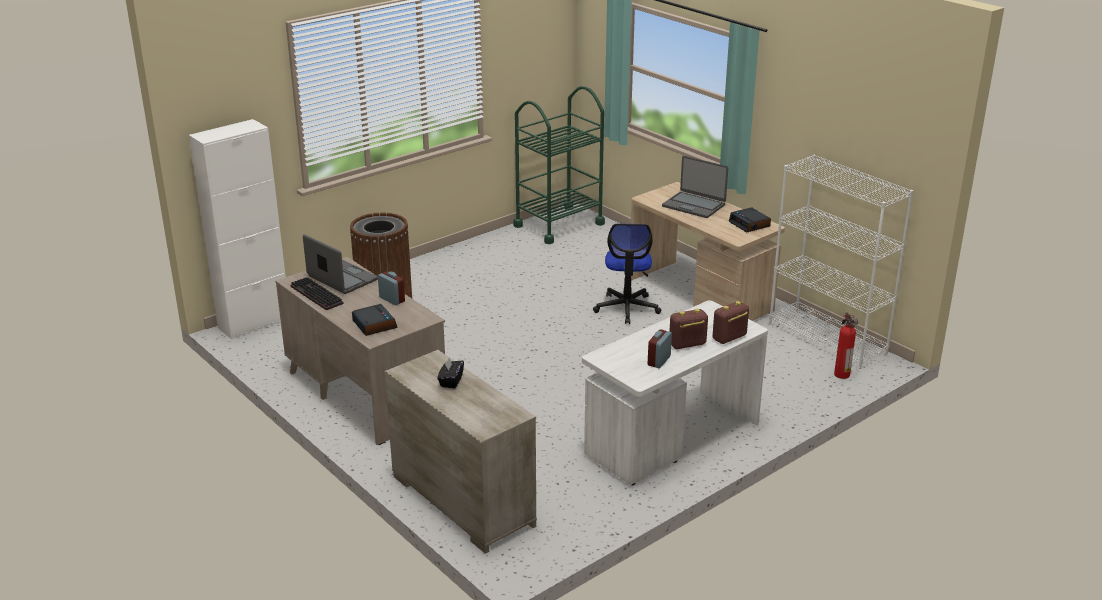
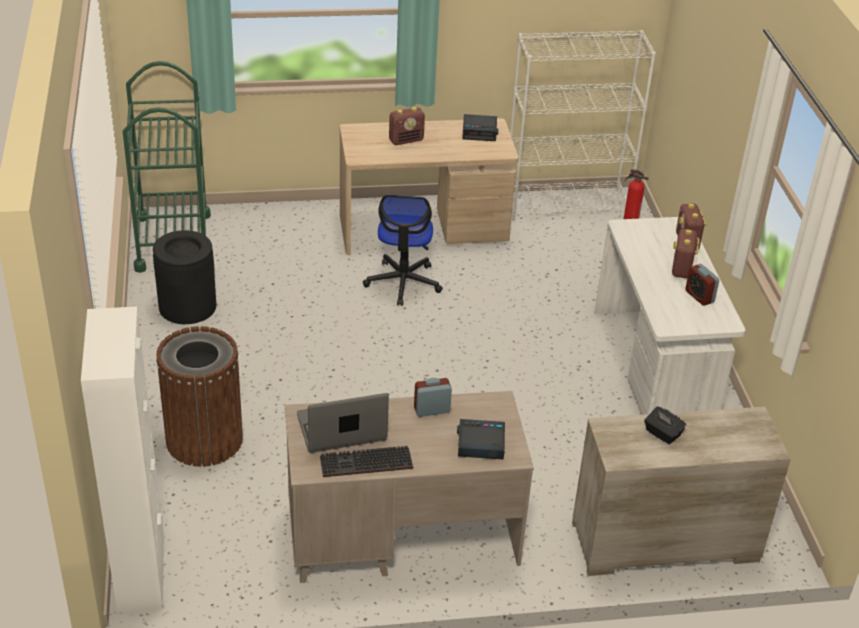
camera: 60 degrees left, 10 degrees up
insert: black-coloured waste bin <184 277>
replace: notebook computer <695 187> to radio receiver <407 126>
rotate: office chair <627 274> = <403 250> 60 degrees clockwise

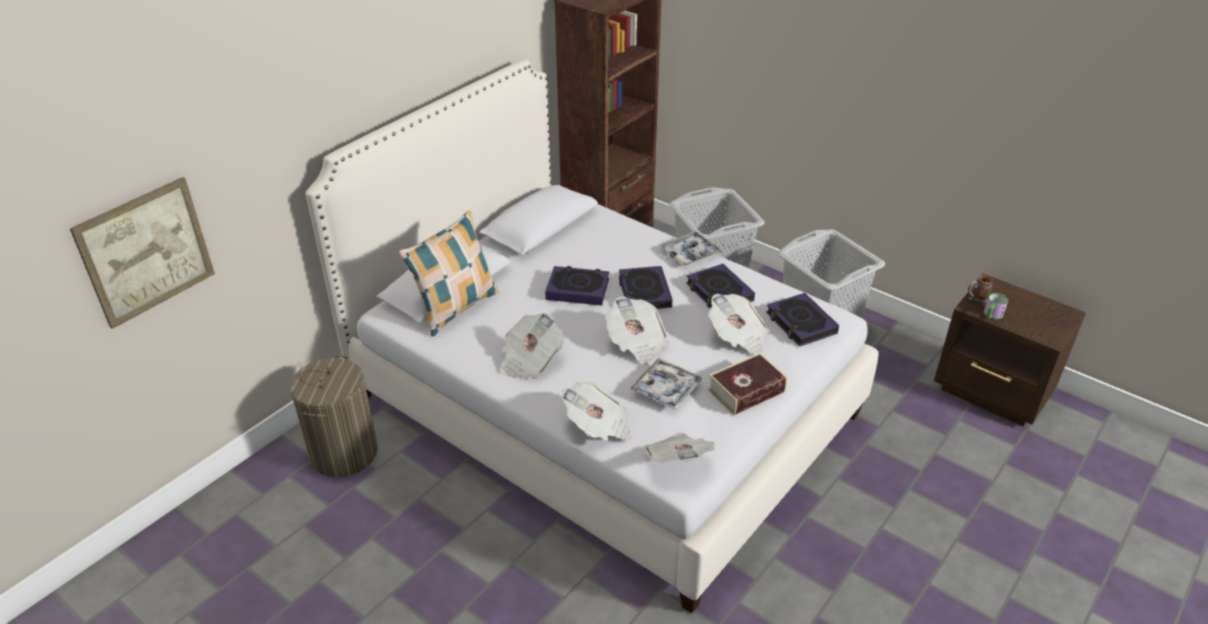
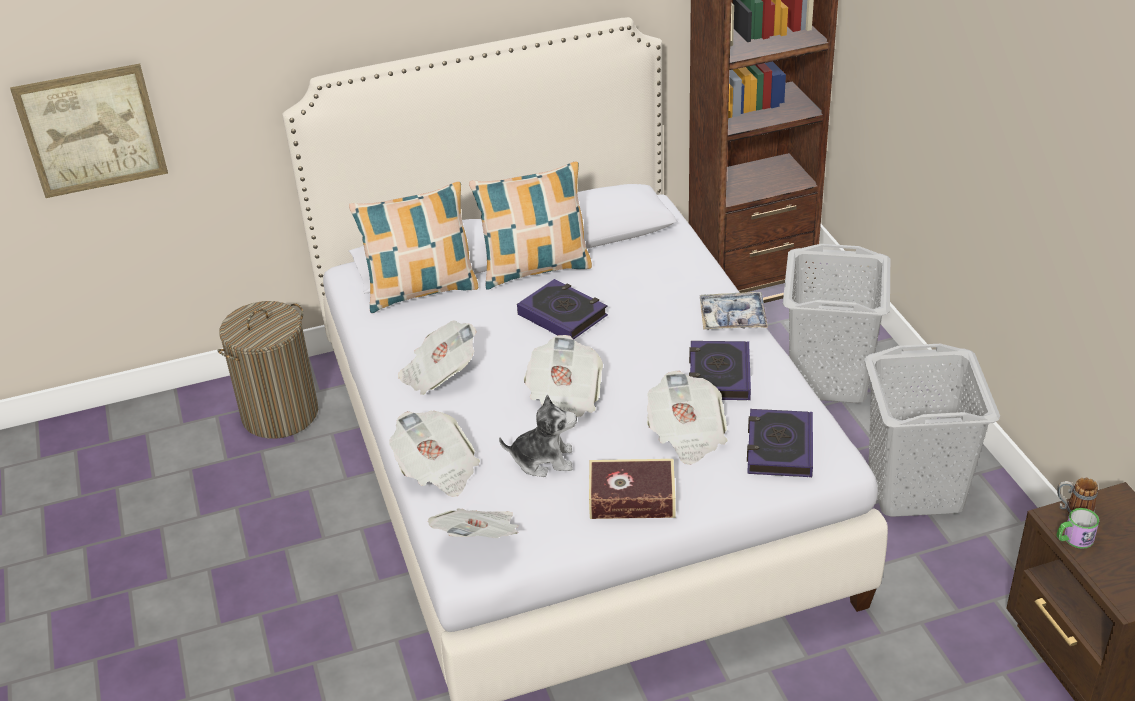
camera: 35 degrees right, 0 degrees up
delete: bound book <646 287>
insert: throw pillow <530 226>
replace: carrying tray <666 384> to cuddly toy <538 436>

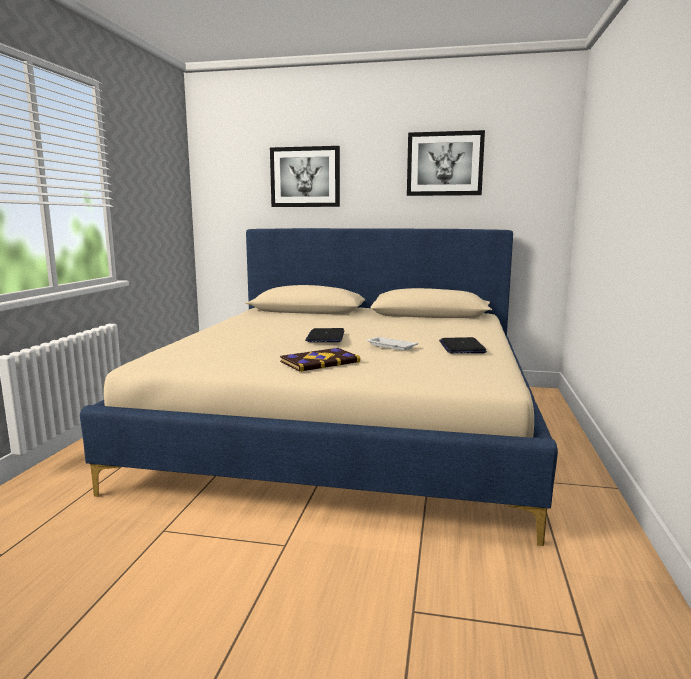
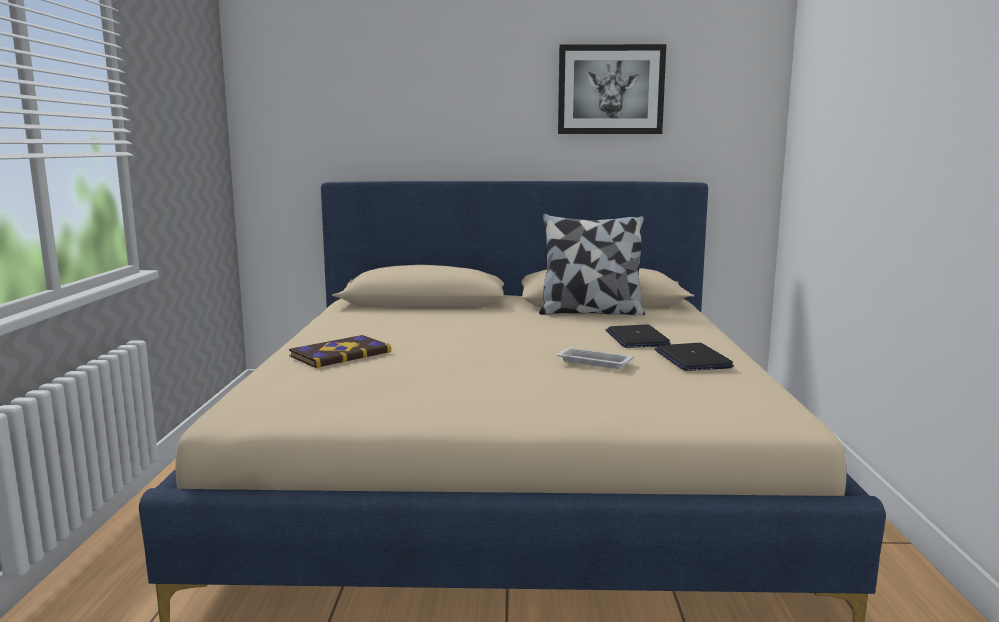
camera: 10 degrees left, 0 degrees up
delete: wall art <305 176>
insert: throw pillow <592 264>
move: bound book <320 360> to <340 351>; notebook computer <324 335> to <638 336>

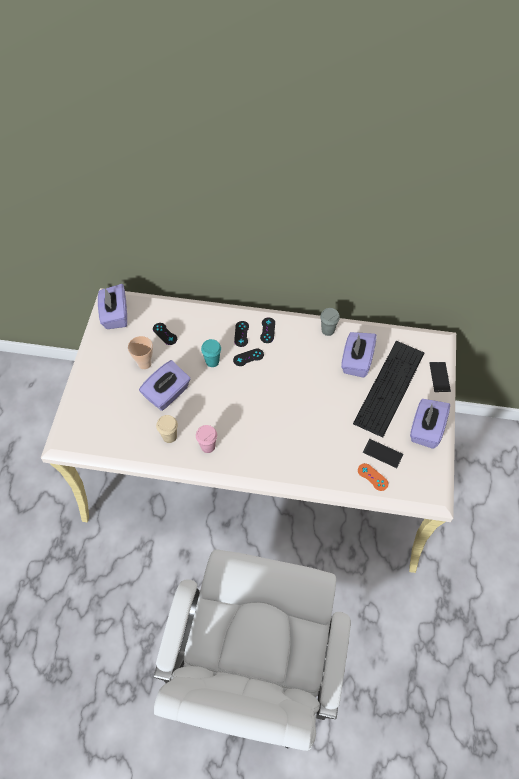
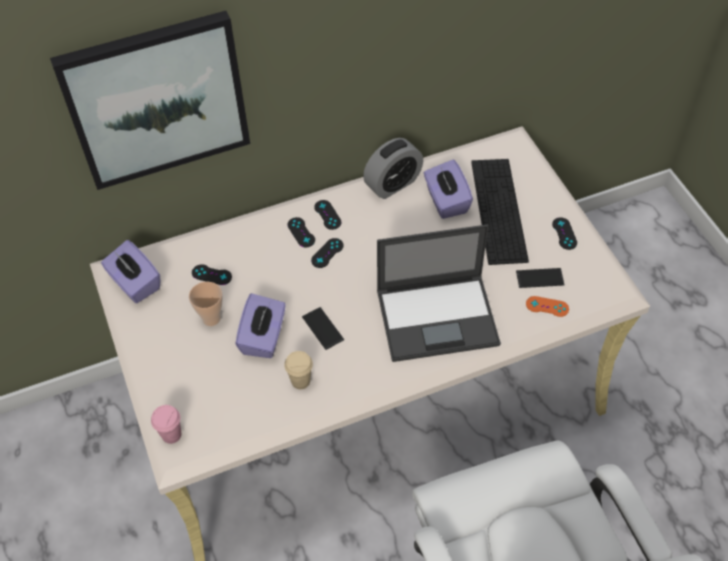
camera: 30 degrees left, 5 degrees down
delete: turquoise small cup <211 353>
insert: wall art <150 100>; notebook computer <439 293>
move: pink small cup <206 439> to <166 424>; handset <440 377> to <323 328>
replace: grey small cup <330 322> to table clock <393 168>; purple-coloured box of tissues <430 424> to black-coloured game controller <564 233>

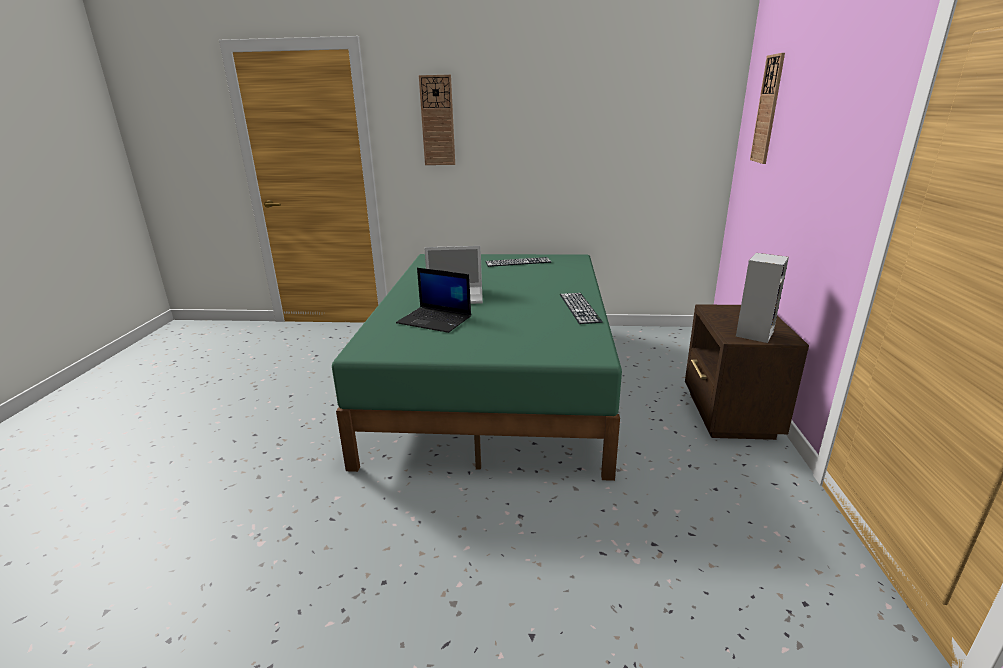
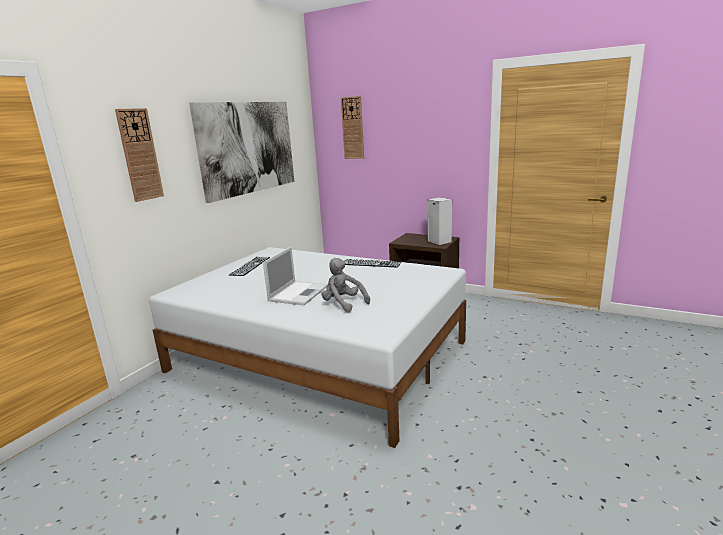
camera: 65 degrees left, 5 degrees down
insert: wall art <241 152>
replace: notebook computer <433 300> to grey cuddly toy <346 285>
recolor: green-coloured bedroom bed <477 367> to whitish bedroom bed <307 347>

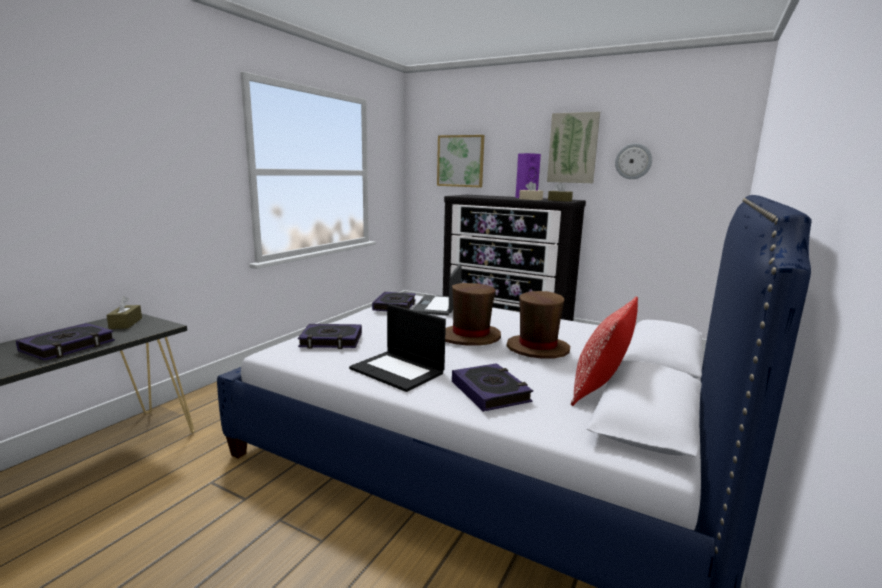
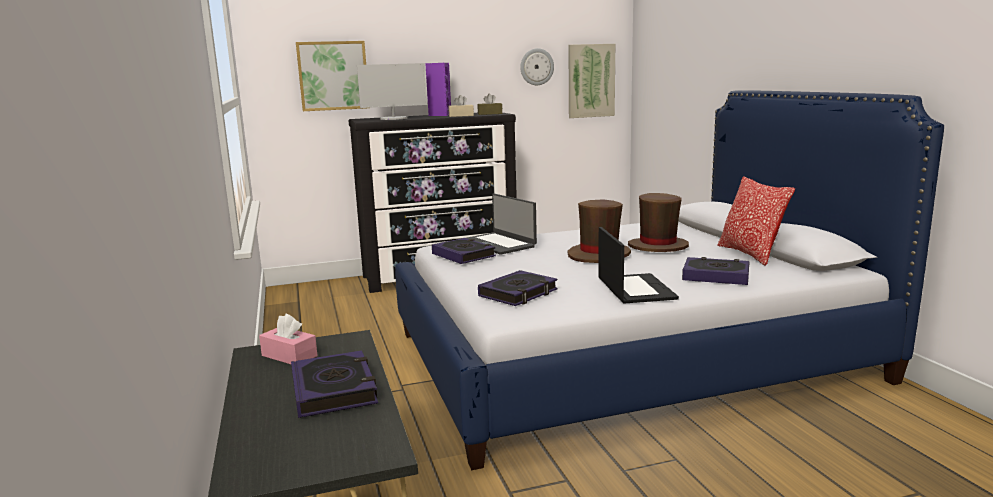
camera: 45 degrees left, 0 degrees up
insert: computer screen <392 91>
move: wall art <573 147> to <591 81>
recolor: brown box of tissues <124 312> to pink box of tissues <288 339>
rotate: notebook computer <397 348> = <638 265> 90 degrees counterclockwise

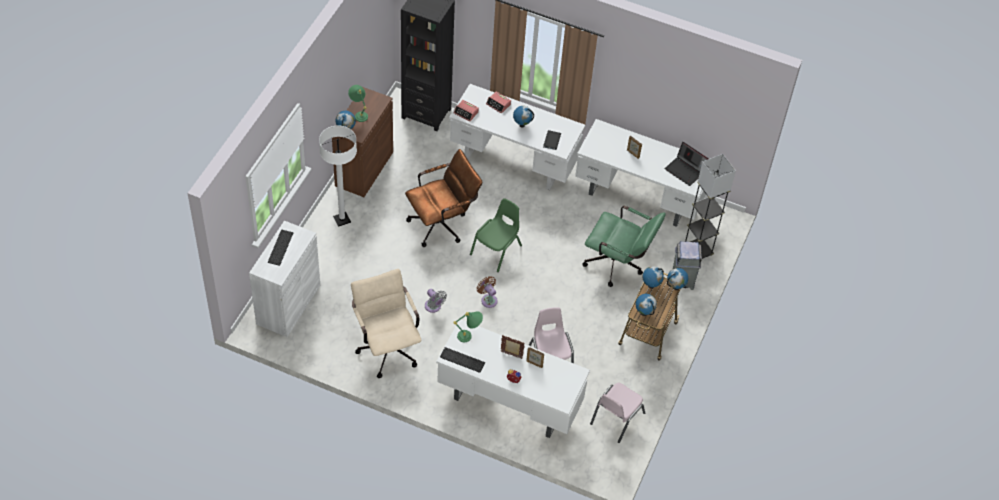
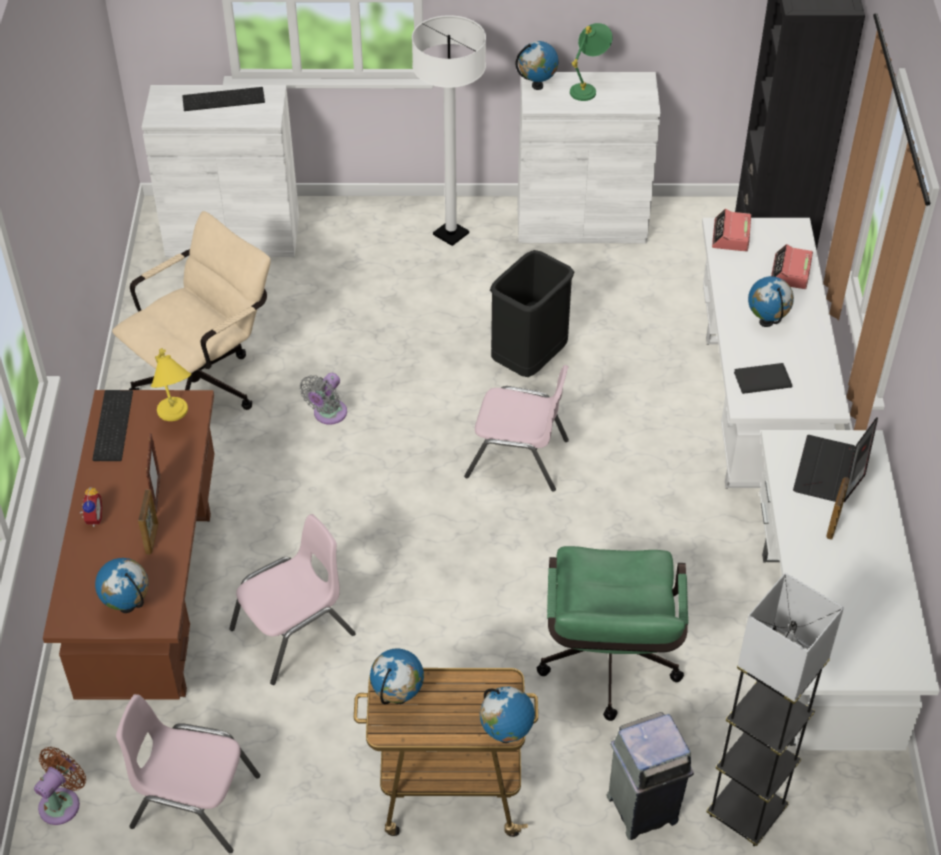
camera: 70 degrees right, 5 degrees down
move: brown cooling fan <487 292> to <60 786>; globe <653 277> to <122 585>; notebook computer <686 164> to <835 459>
replace: brown office chair <443 198> to black-coloured waste bin <532 313>
recolor: whitish desk table <513 378> to brown desk table <129 545>; green-coloured tabletop lamp <468 326> to yellowish tabletop lamp <171 384>; green-coloured plain chair <496 235> to pink plain chair <516 428>; brown cabinet <362 142> to whitish cabinet <589 157>

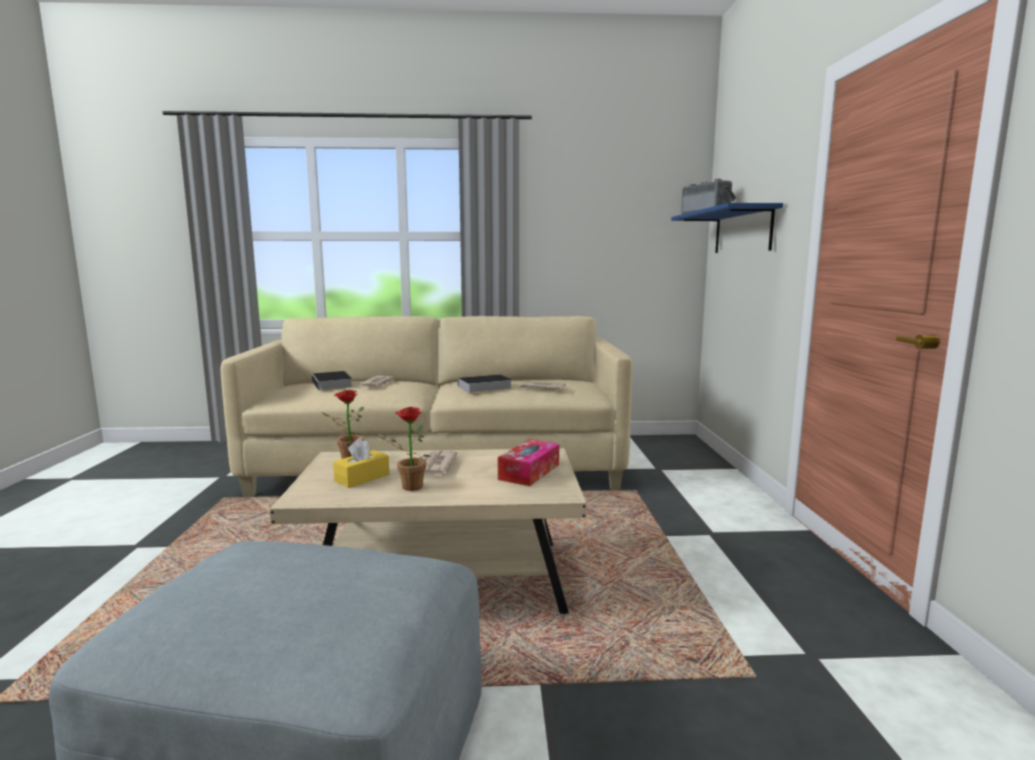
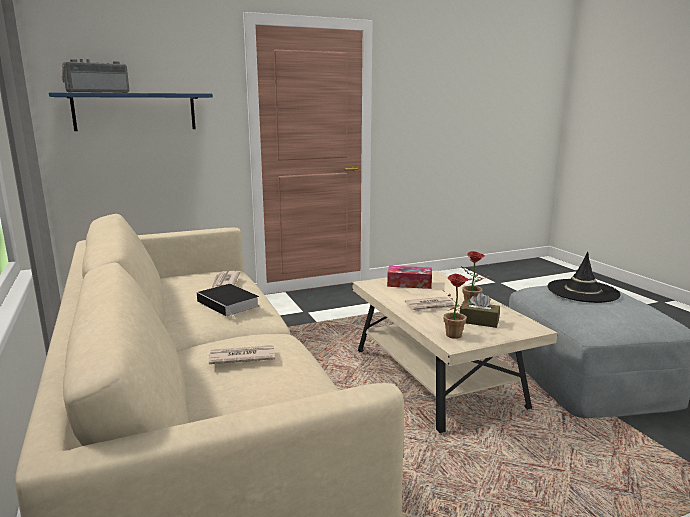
camera: 110 degrees left, 5 degrees up
delete: bound book <332 381>
insert: black-coloured wearable hat <584 277>
recolor: yellowish box of tissues <361 463> to brown box of tissues <480 310>

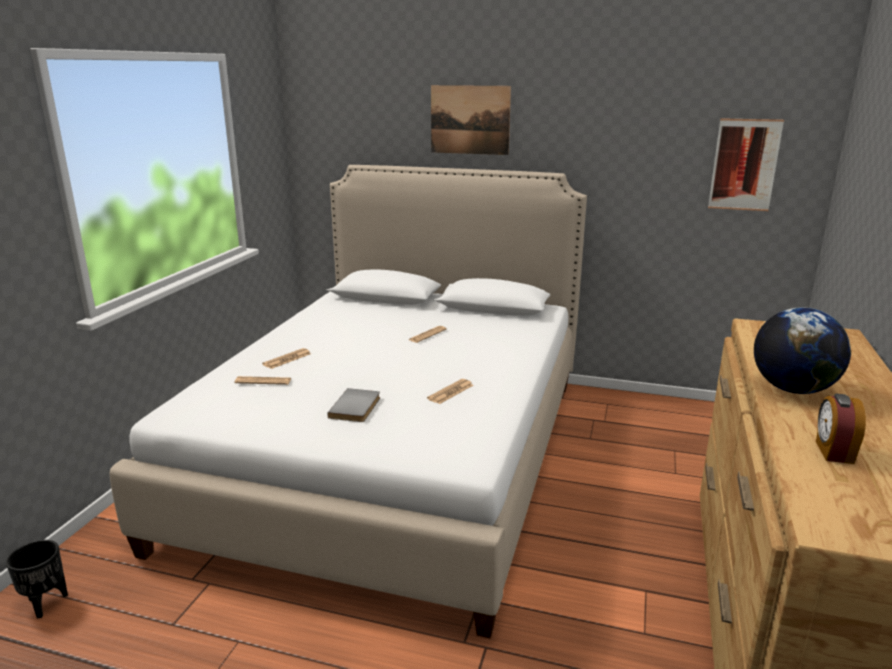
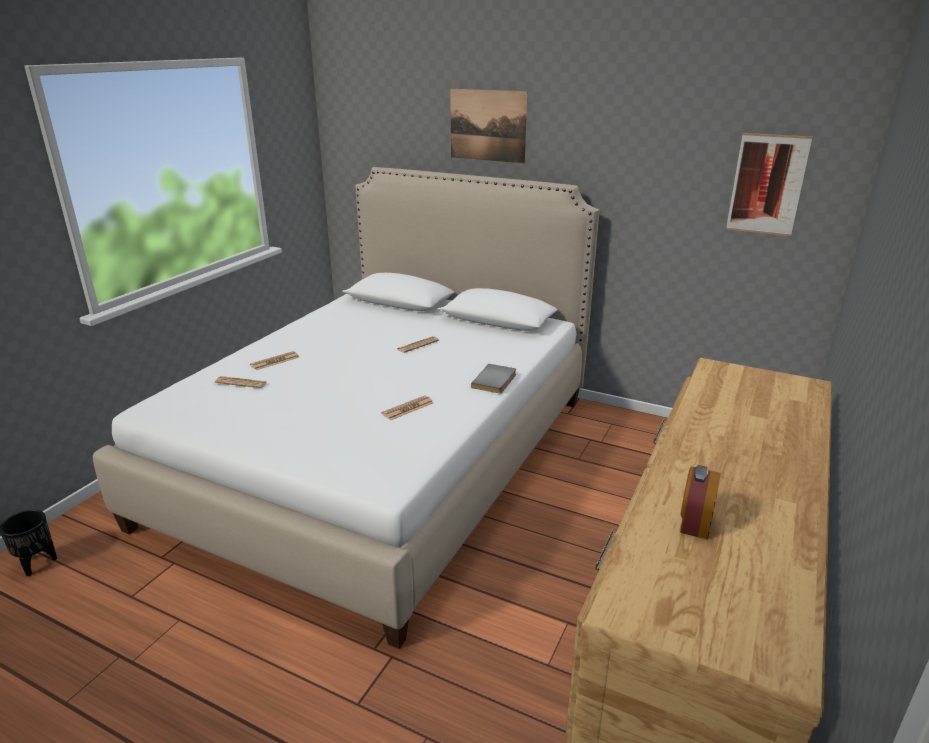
camera: 10 degrees right, 5 degrees up
delete: globe <802 351>
move: grey bound book <354 405> to <493 378>

